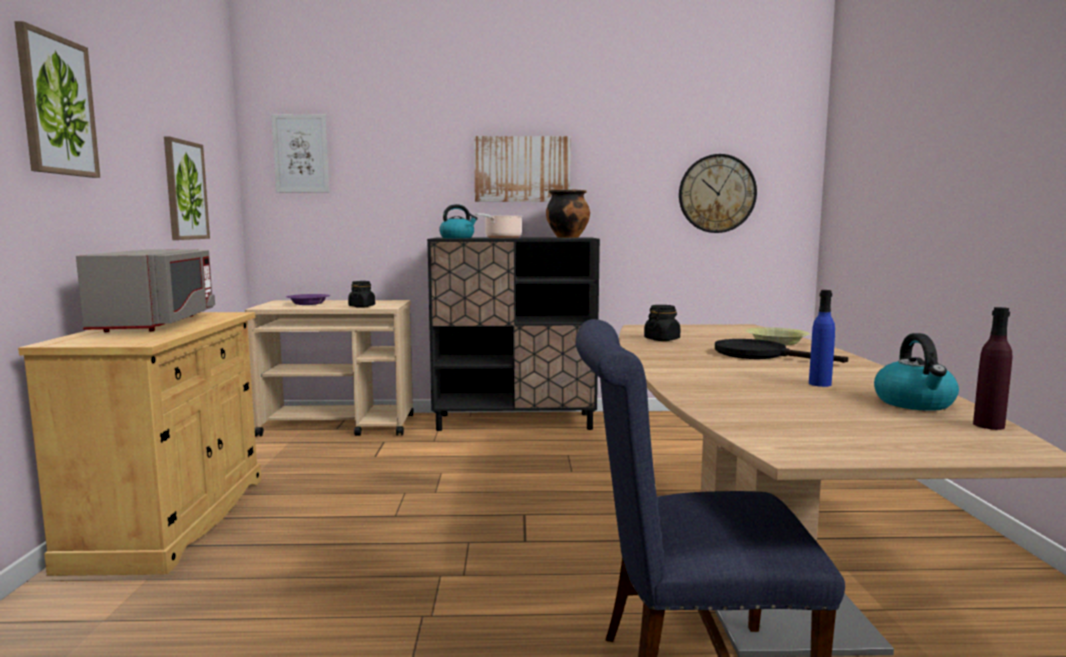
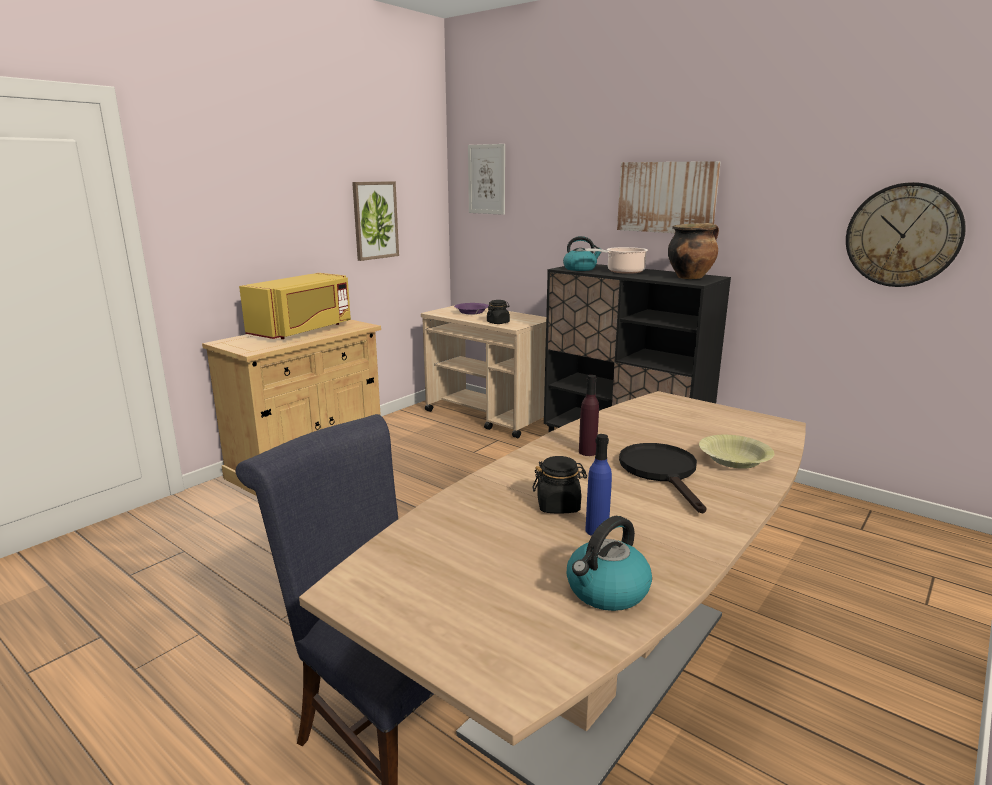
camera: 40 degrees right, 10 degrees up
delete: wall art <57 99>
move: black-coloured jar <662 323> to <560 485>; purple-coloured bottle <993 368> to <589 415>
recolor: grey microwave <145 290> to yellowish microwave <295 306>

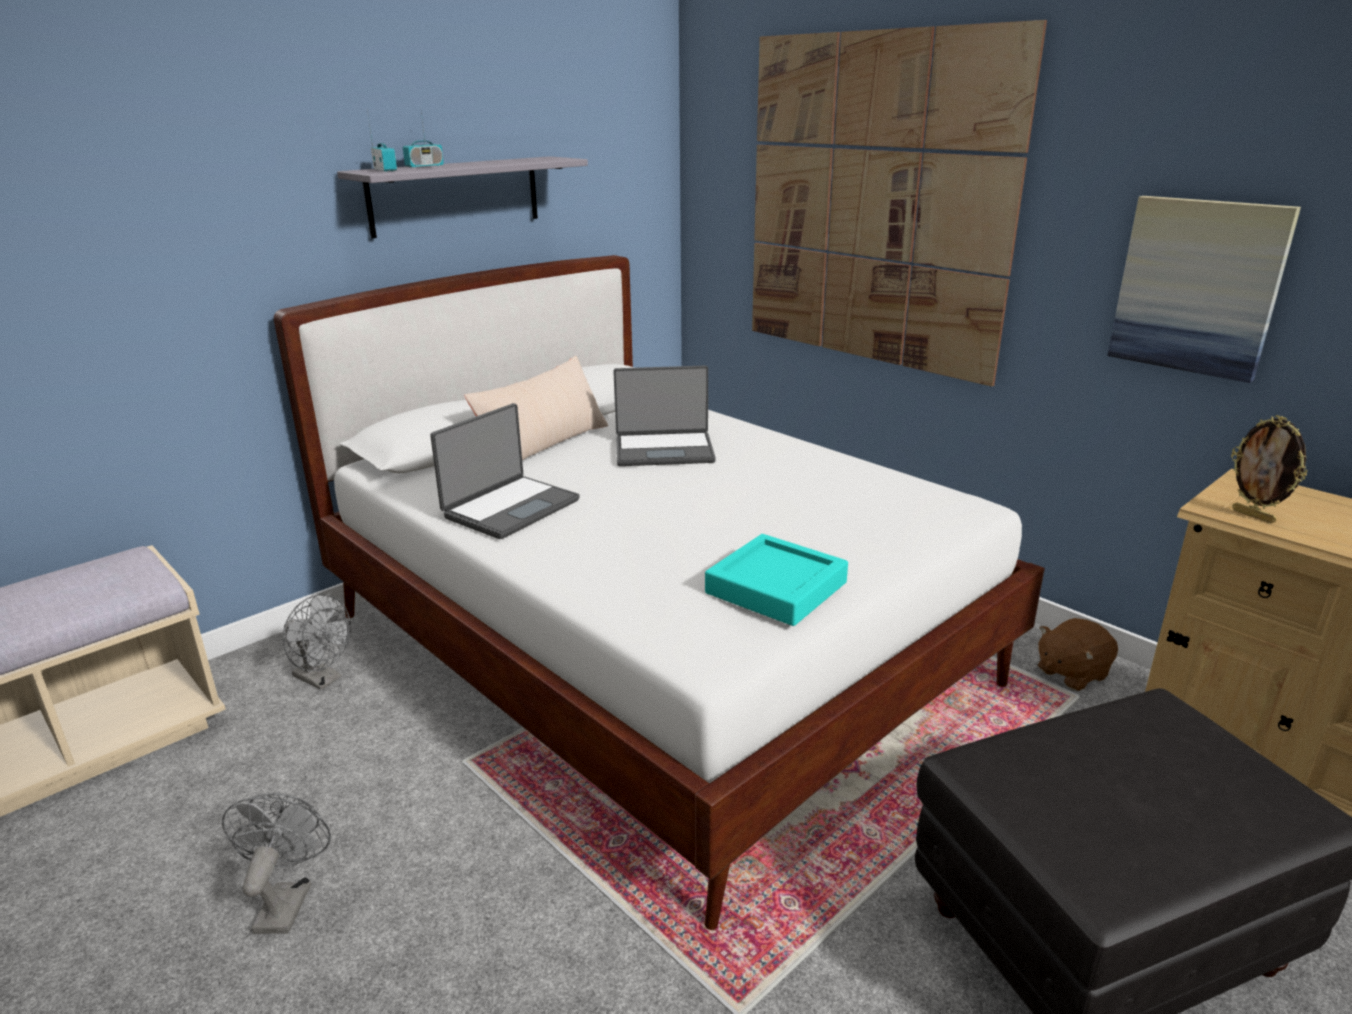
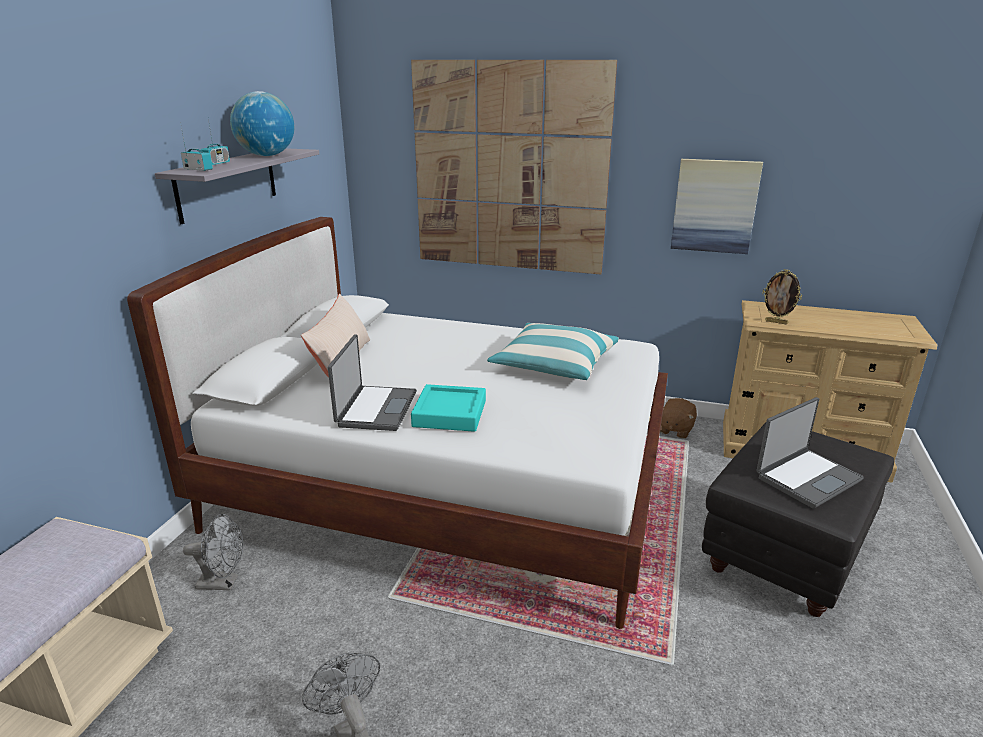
camera: 30 degrees left, 0 degrees up
insert: globe <262 123>; throw pillow <553 351>
move: turquoise carrying tray <776 580> to <448 408>; notebook computer <664 415> to <810 453>

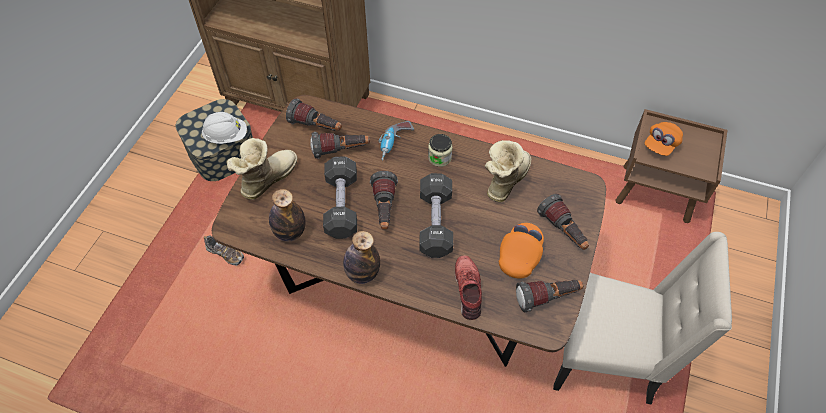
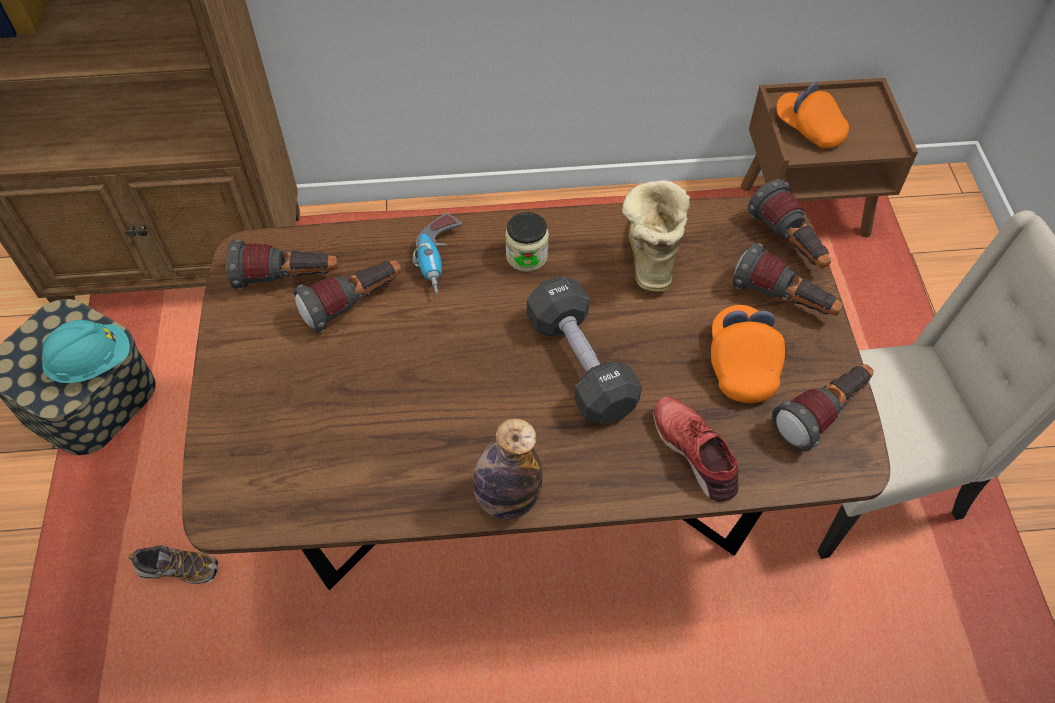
camera: 25 degrees left, 0 degrees up
delete: high-top boot <262 169>; bottle <287 215>; black-coloured dumbbell <340 197>
move: flashlight <384 200> to <789 223>
recolor: whitish hard hat <224 128> to turquoise hard hat <86 351>
rotate: orange-coloured baseball cap <664 139> = <812 115> 120 degrees clockwise

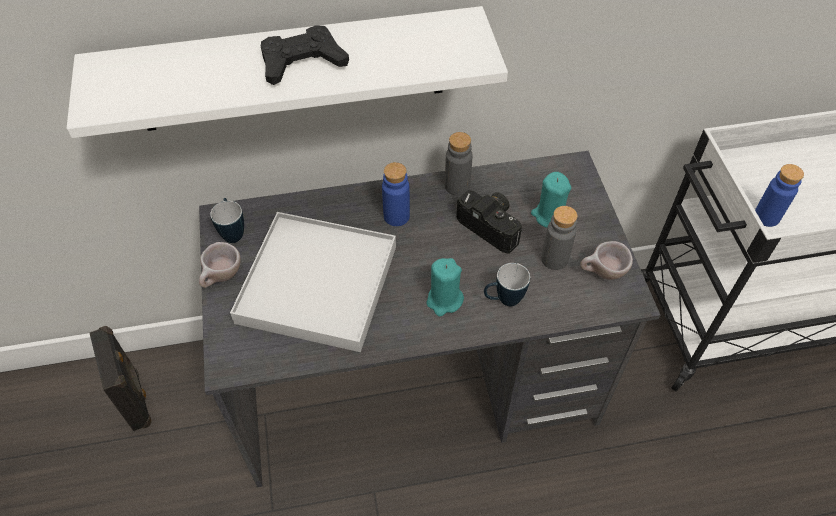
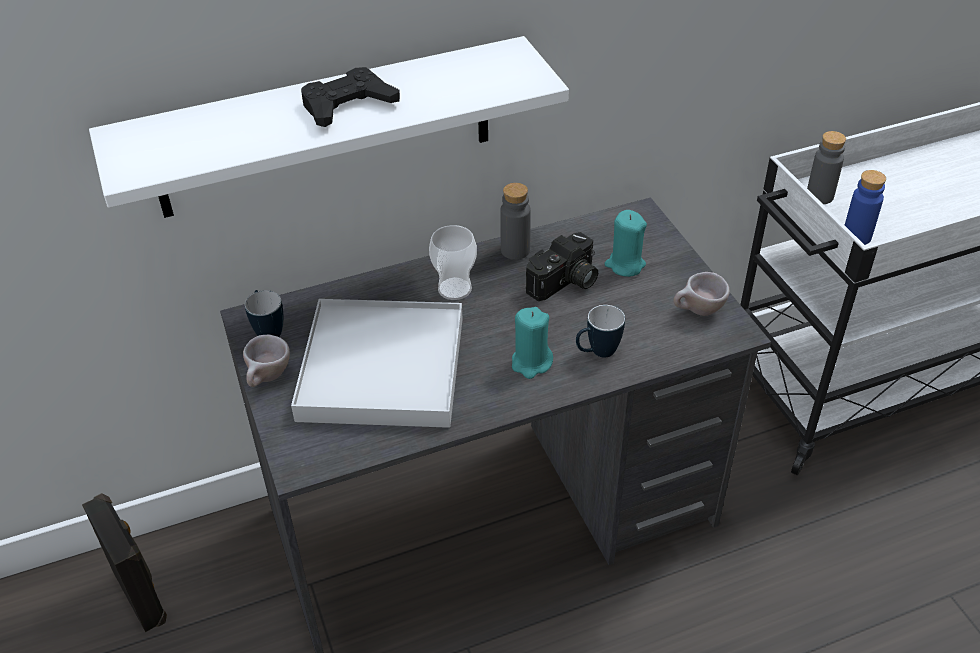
camera: 10 degrees left, 10 degrees down
move: grey bottle <559 238> to <826 167>
replace: bluish bottle <396 194> to small cup <453 262>
rotate: still camera <489 222> = <562 266> 105 degrees clockwise

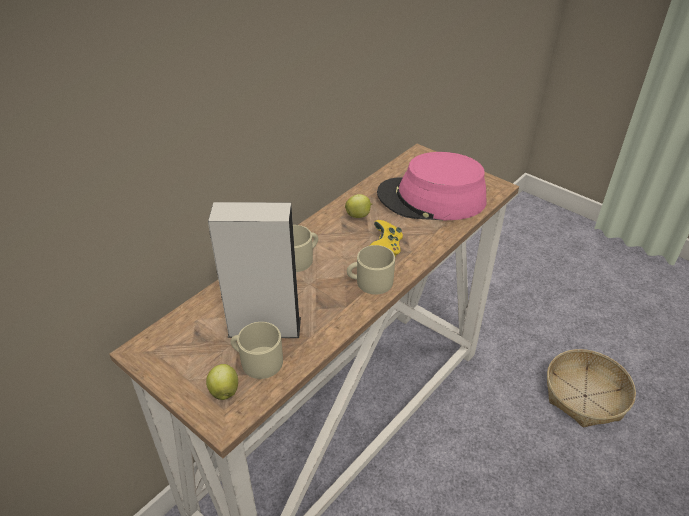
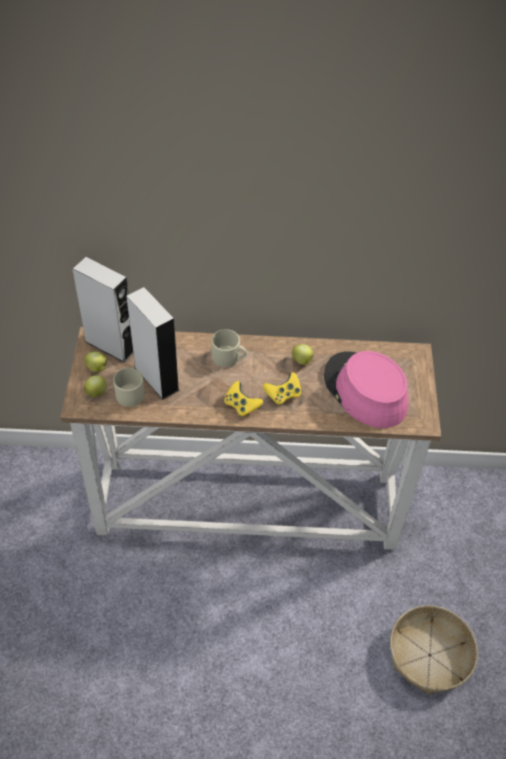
camera: 50 degrees right, 10 degrees up
insert: grey loudspeaker <103 310>; apple fruit <95 361>
replace: beige tea mug <371 270> to yellowish game controller <243 399>

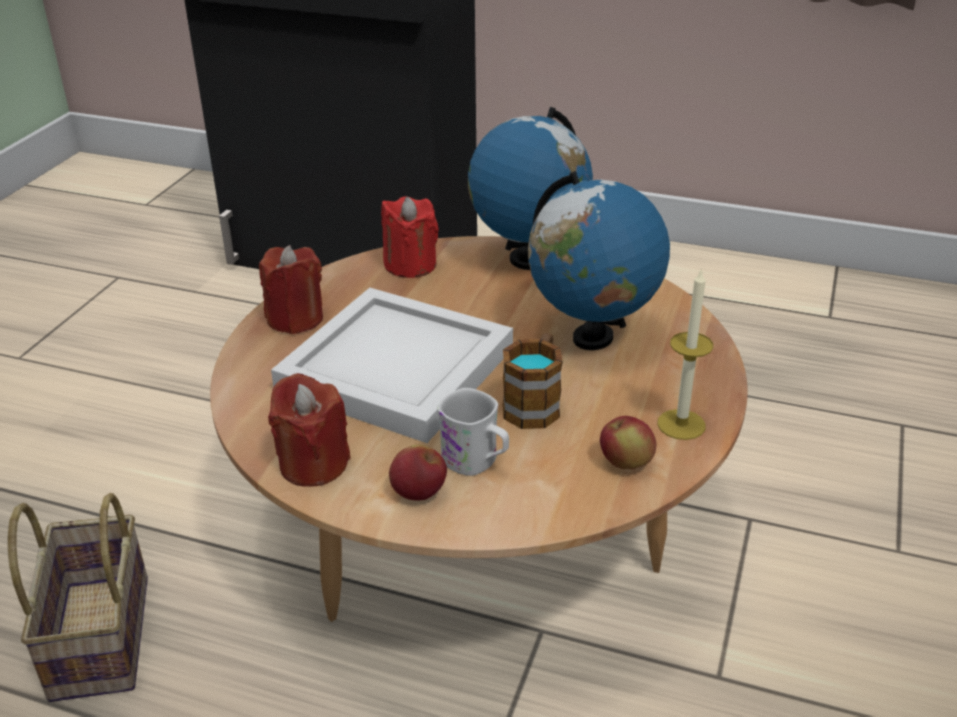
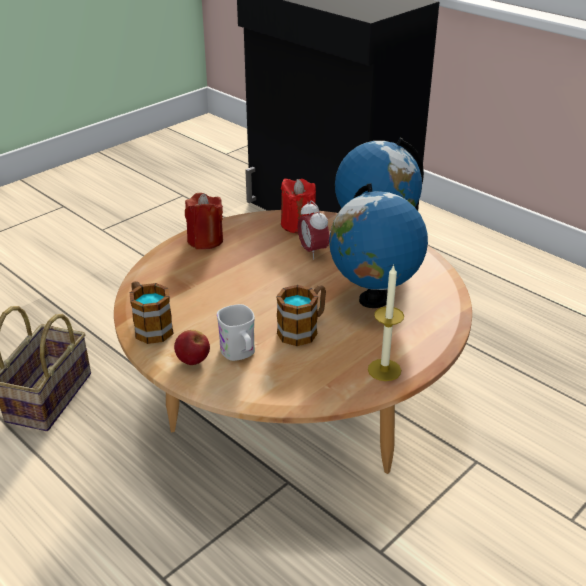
camera: 25 degrees right, 0 degrees up
delete: whitish carrying tray <392 365>; apple fruit <628 442>
insert: table clock <314 230>
replace: reddish wax candle <309 430> to tea mug <152 312>

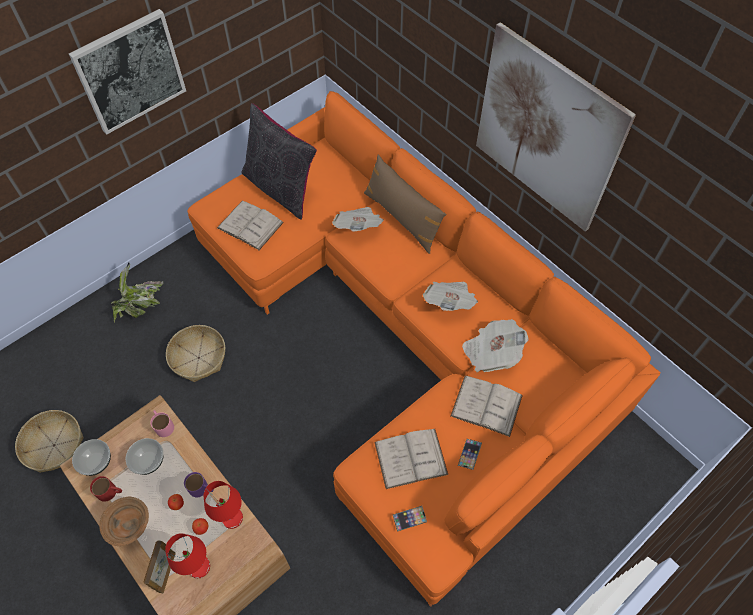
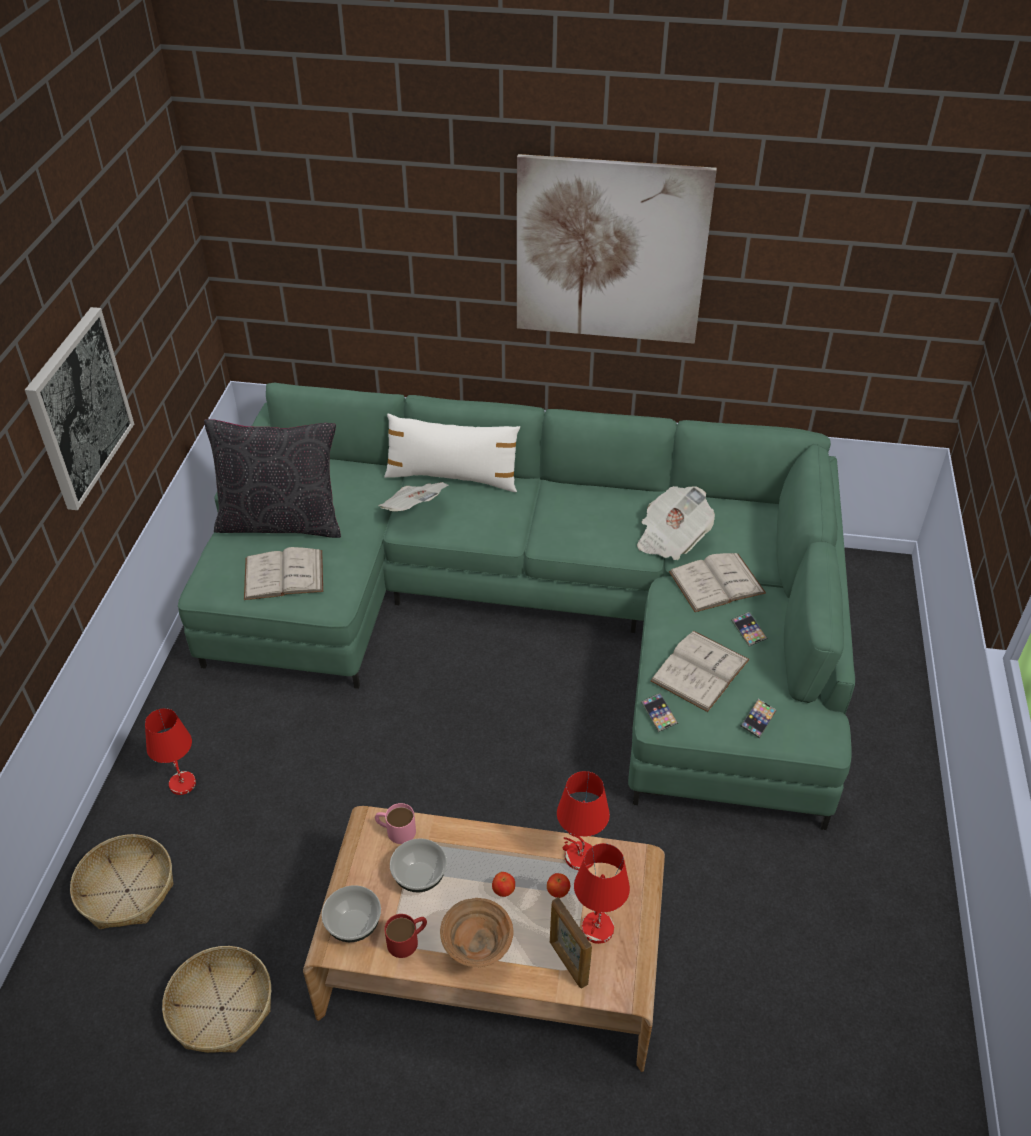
camera: 40 degrees left, 15 degrees down
delete: purple-coloured tea mug <199 484>; printed paper <450 296>
insert: handset <659 712>
move: storage basket <195 353> to <122 881>
replace: houseplant <137 293> to reddish tabletop lamp <170 751>
recolor: orange-coloured settee <424 348> to green-coloured settee <516 606>; brown throw pillow <405 204> to whitish throw pillow <452 453>

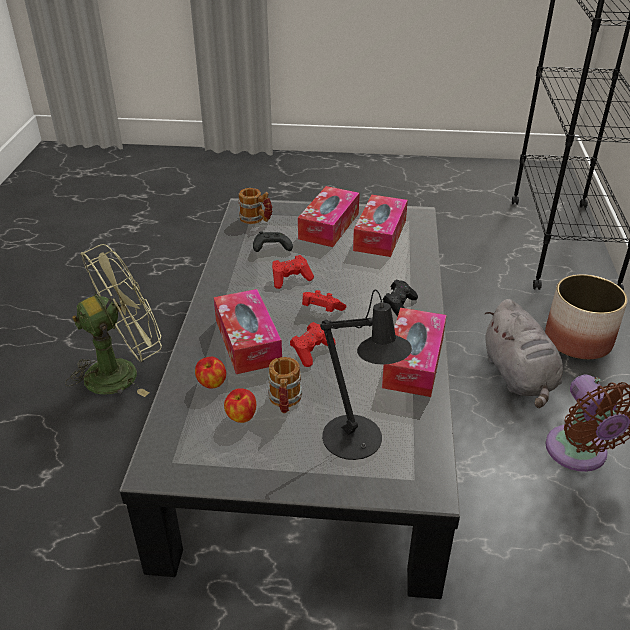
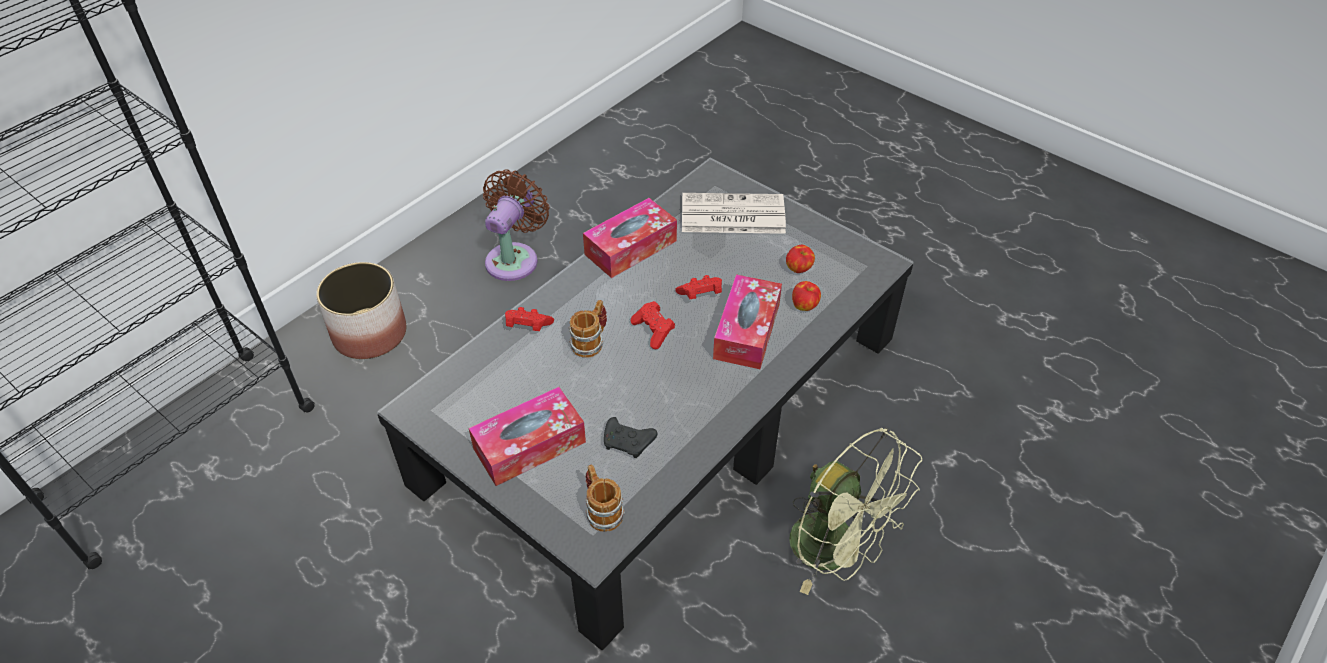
camera: 145 degrees left, 10 degrees up
delete: box of tissues <380 226>; black-coloured game controller <400 298>; grey cuddly toy <523 353>
move: reddish game controller <293 272> to <529 319>; tea mug <285 385> to <588 329>
replace: black-coloured tabletop lamp <366 375> to printed paper <734 213>
rotate: green-coloured cooling fan <113 320> = <855 511> 135 degrees counterclockwise

